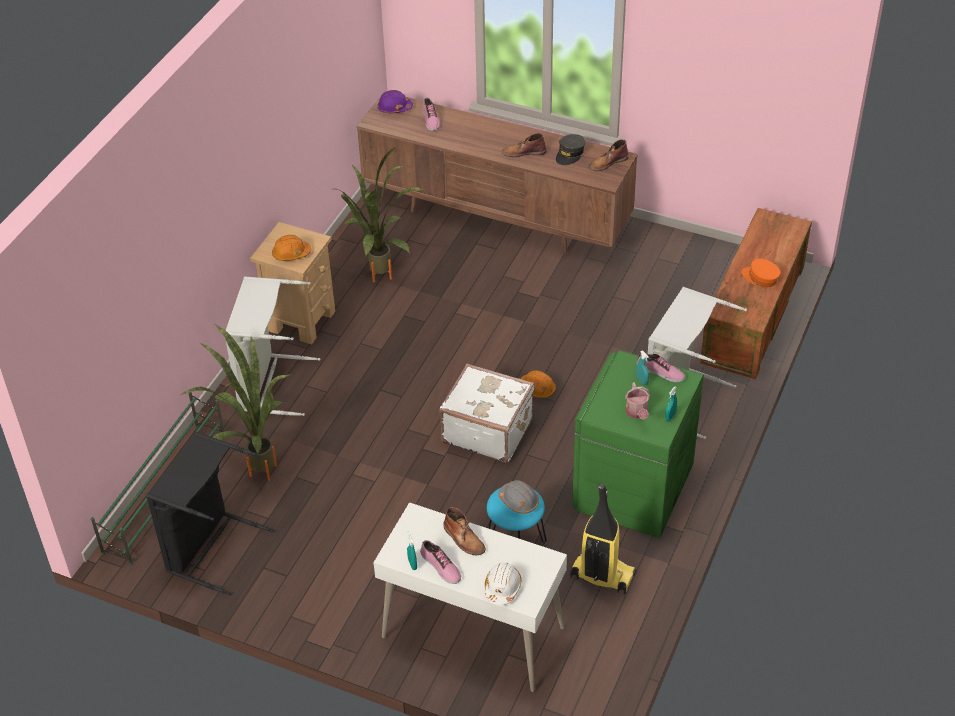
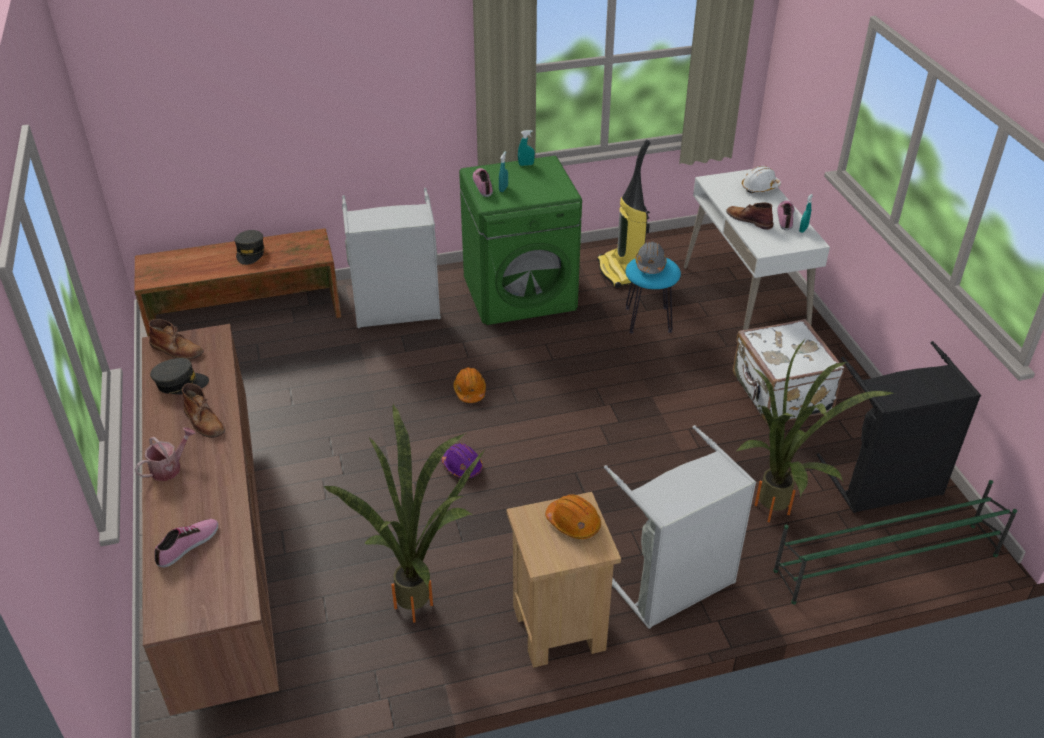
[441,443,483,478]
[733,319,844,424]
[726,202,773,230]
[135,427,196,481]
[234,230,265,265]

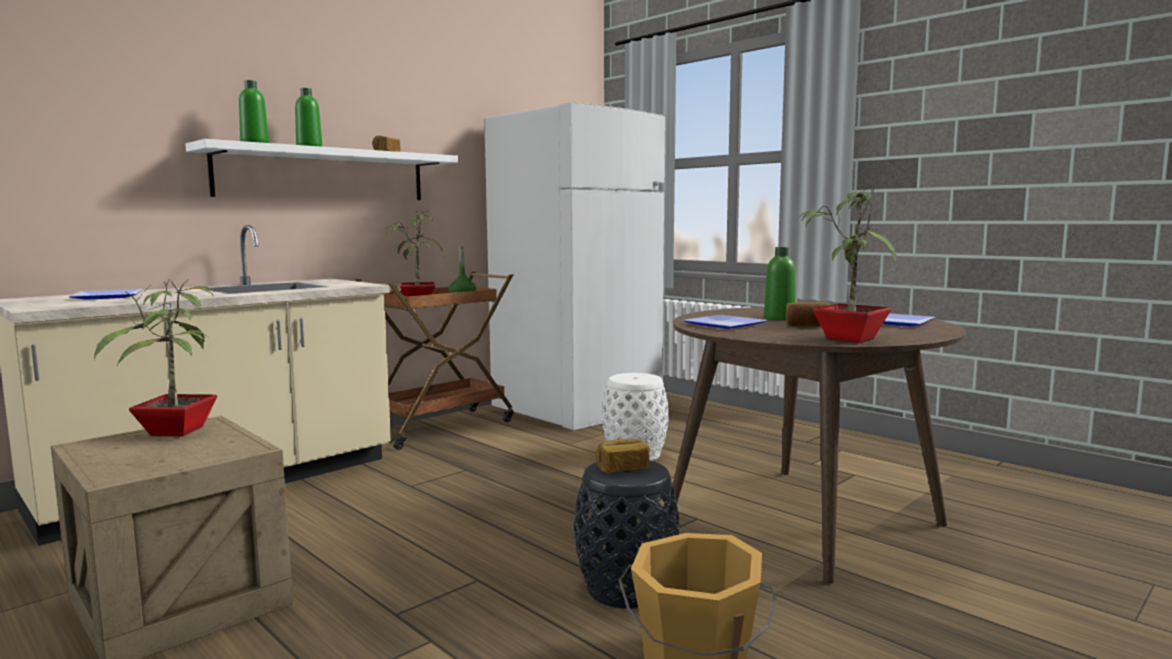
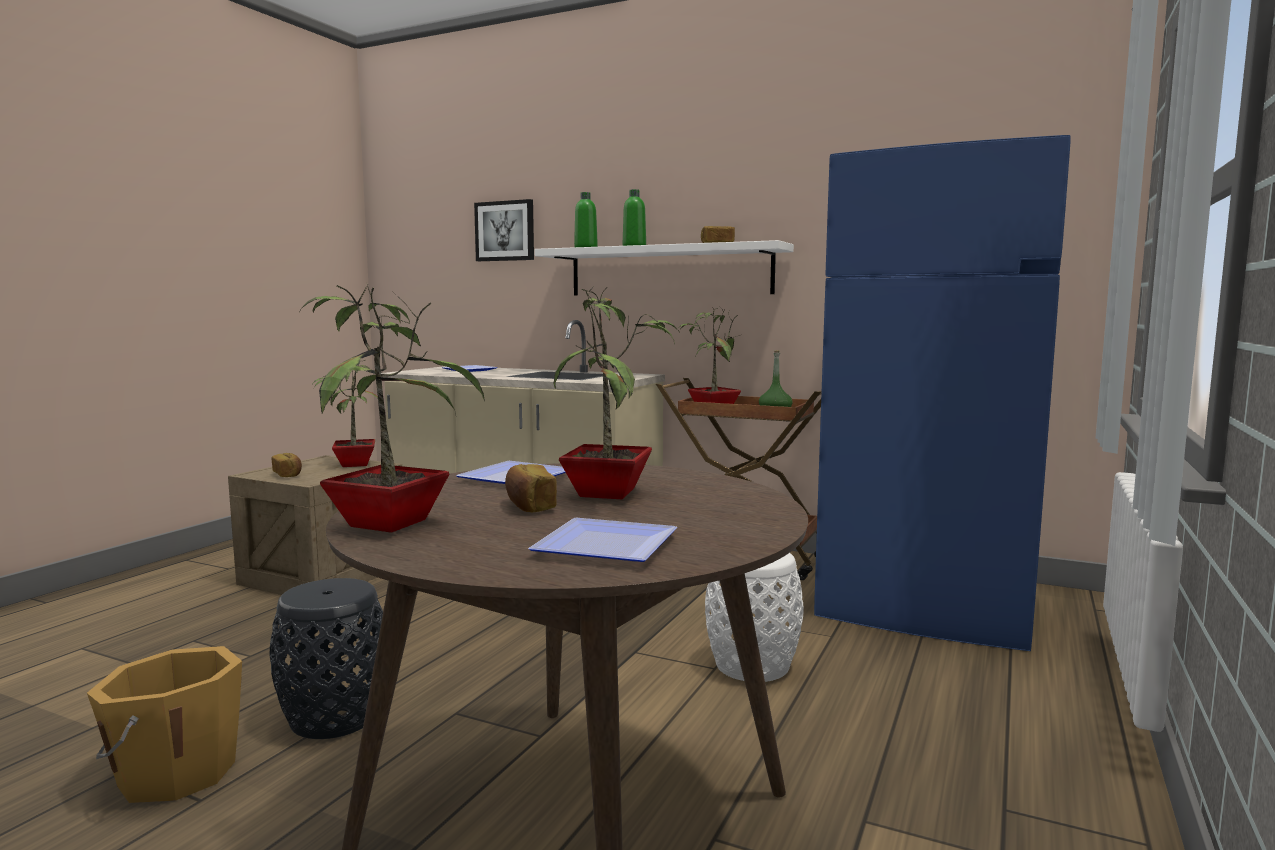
[814,135,1071,651]
[272,453,302,477]
[553,286,679,499]
[474,199,534,261]

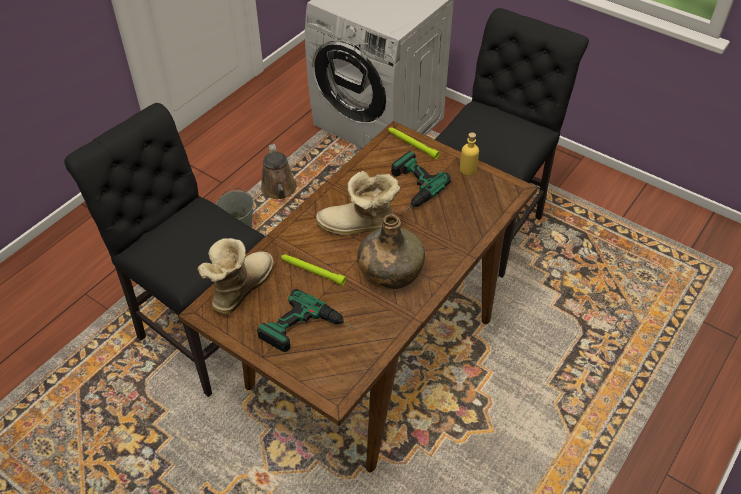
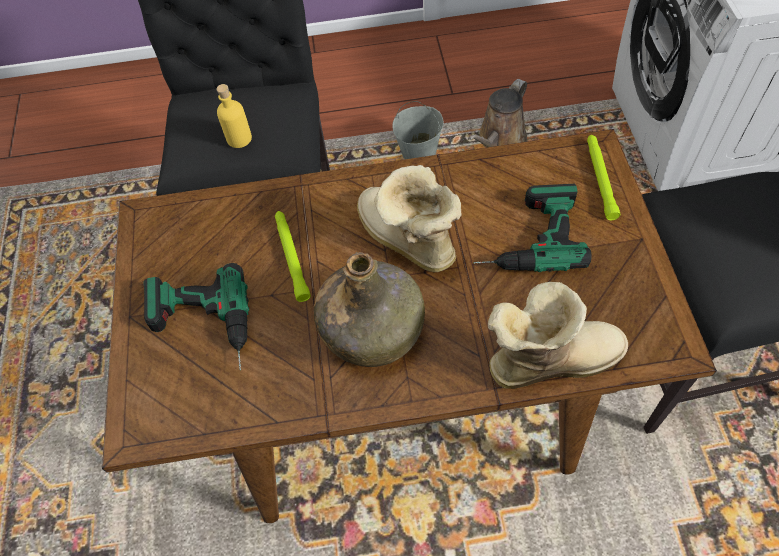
[488,282,628,389]
[217,84,252,148]

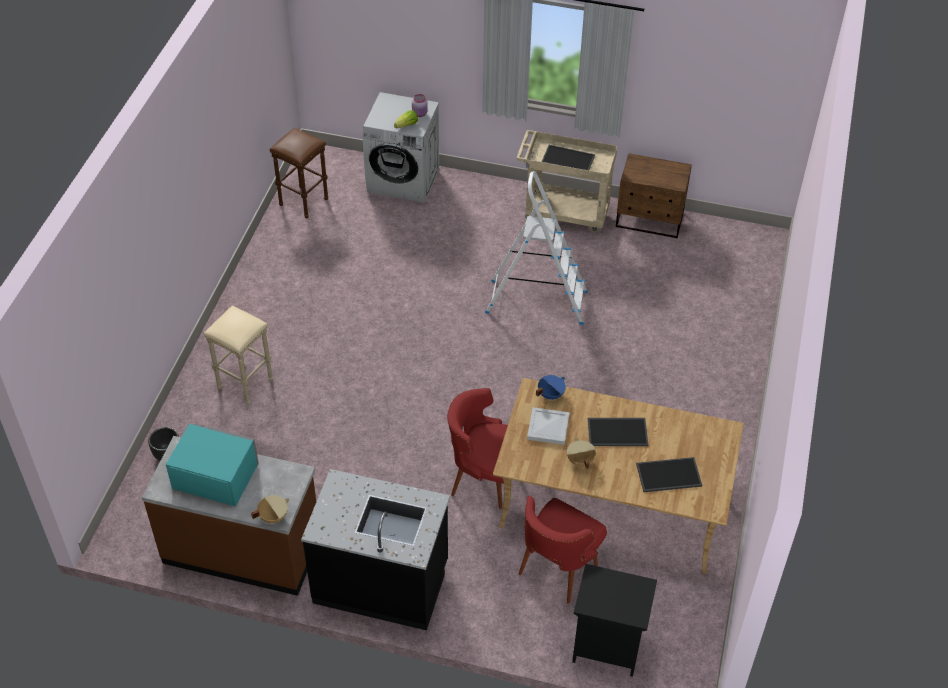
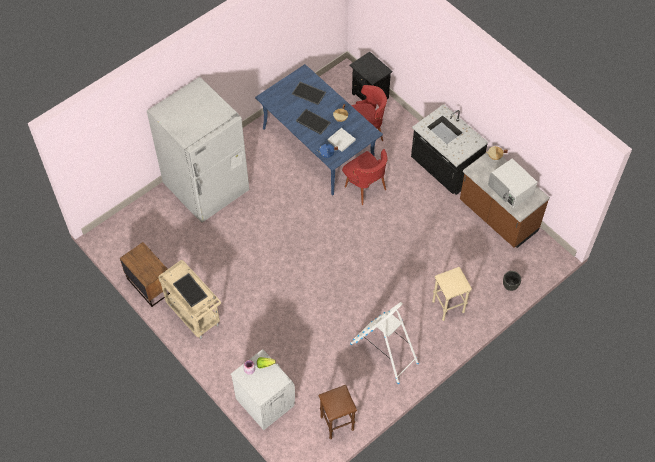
[488,158,537,208]
[350,302,419,384]
[255,64,383,196]
[147,77,249,222]

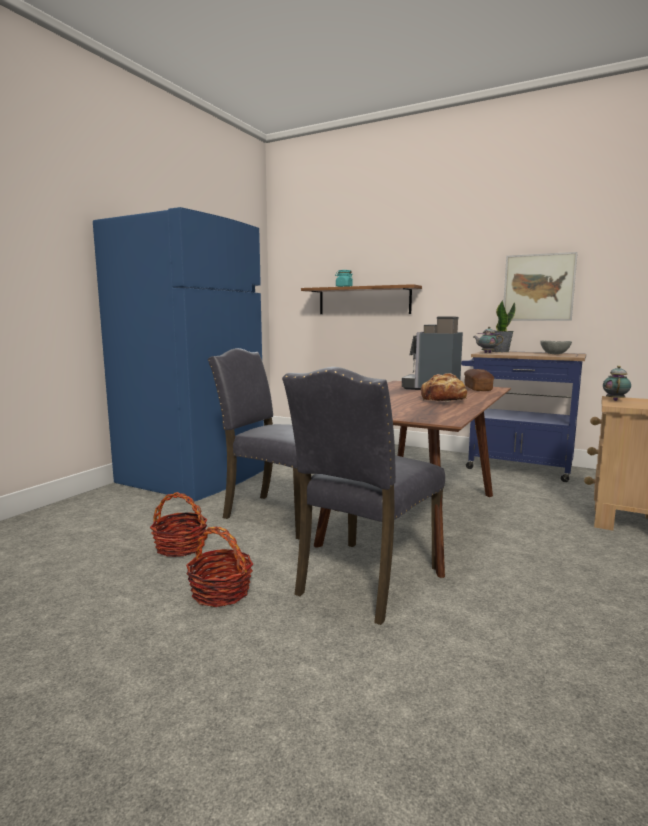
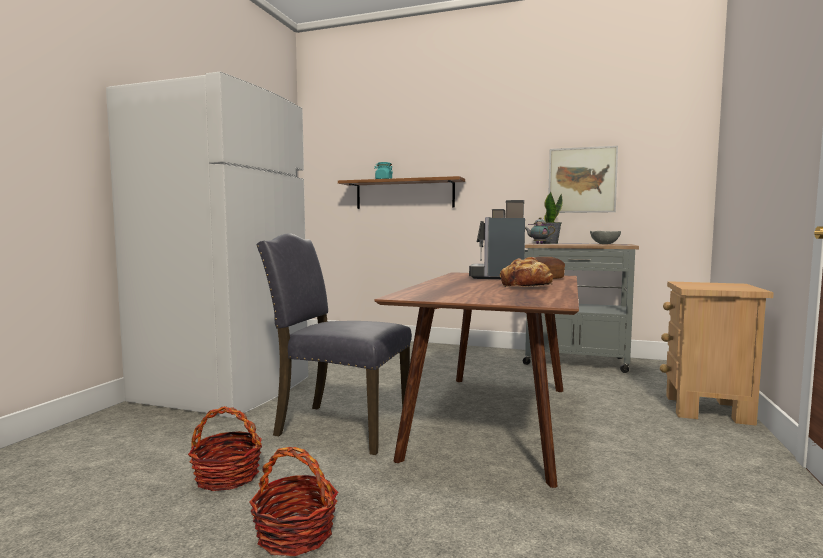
[106,72,308,418]
[282,367,445,625] (first image)
[523,243,639,373]
[603,366,631,401] (first image)

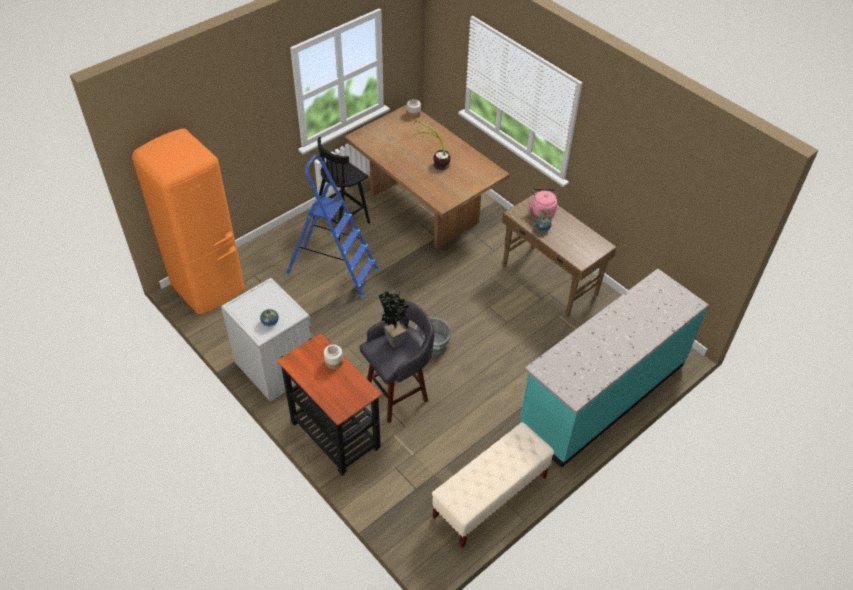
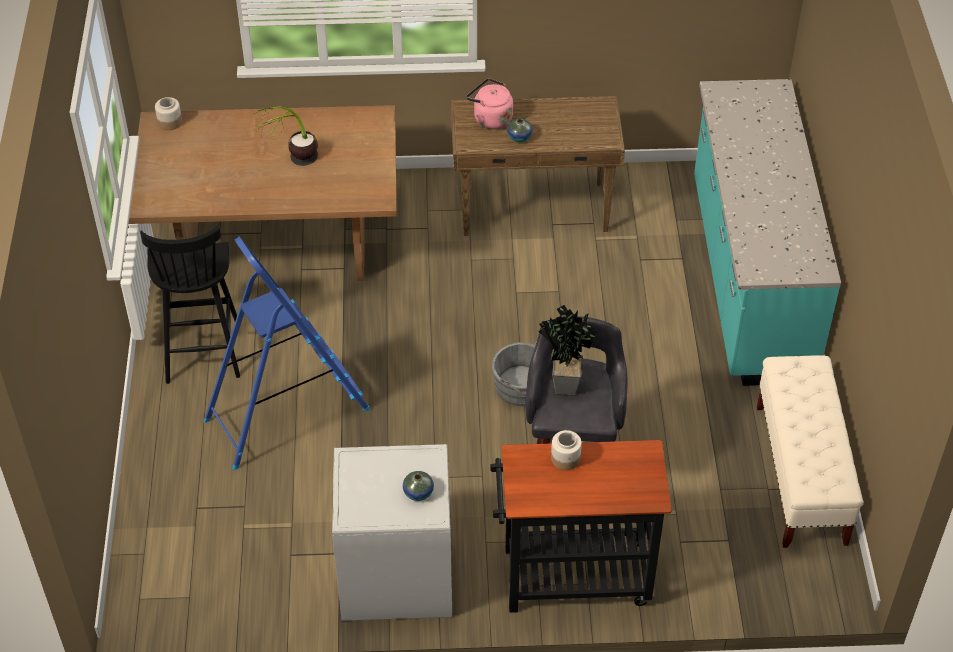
[132,129,245,314] (first image)

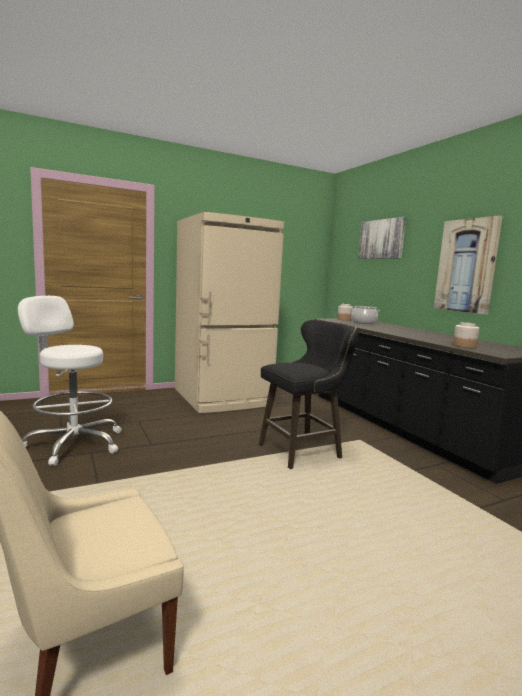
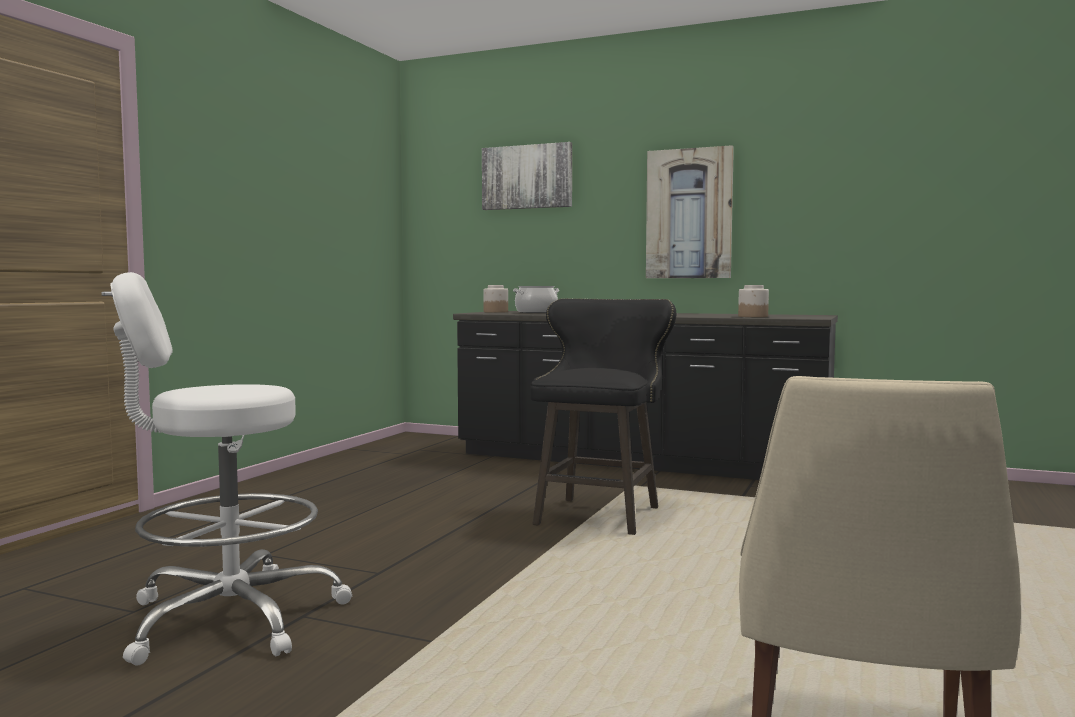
[175,212,284,413] (first image)

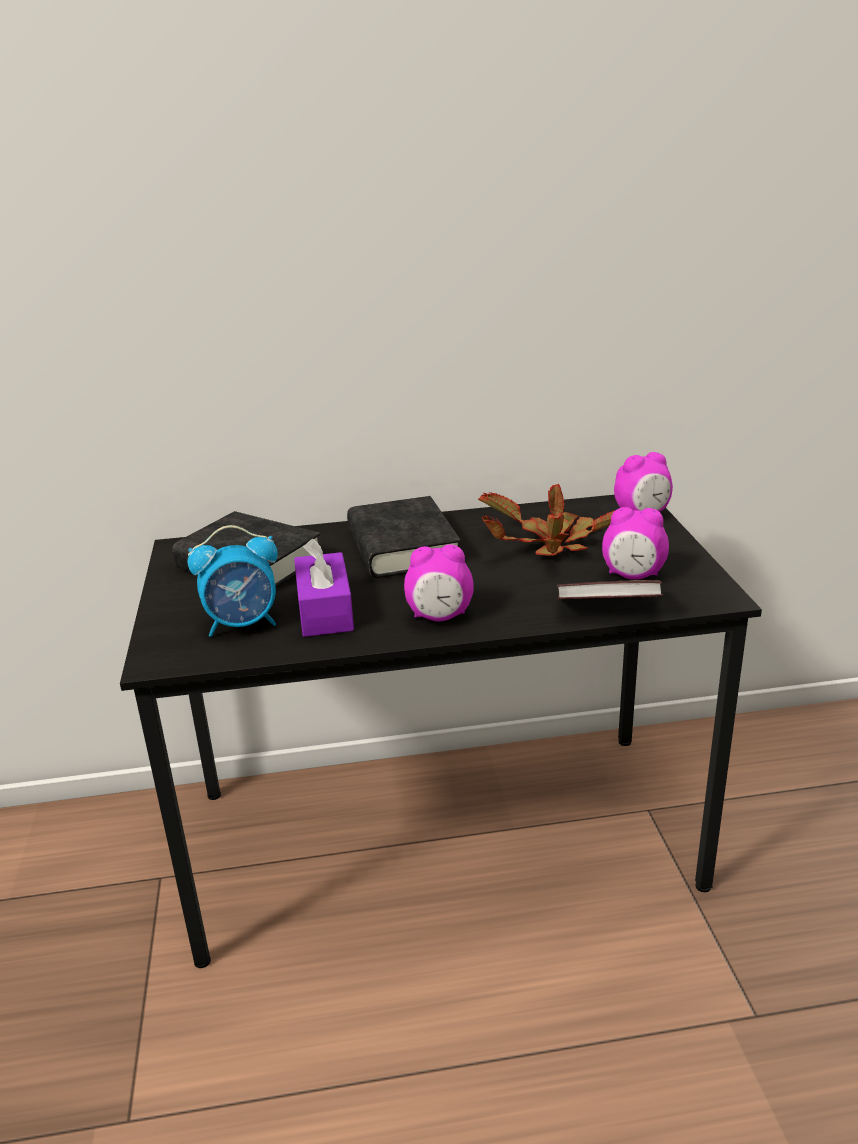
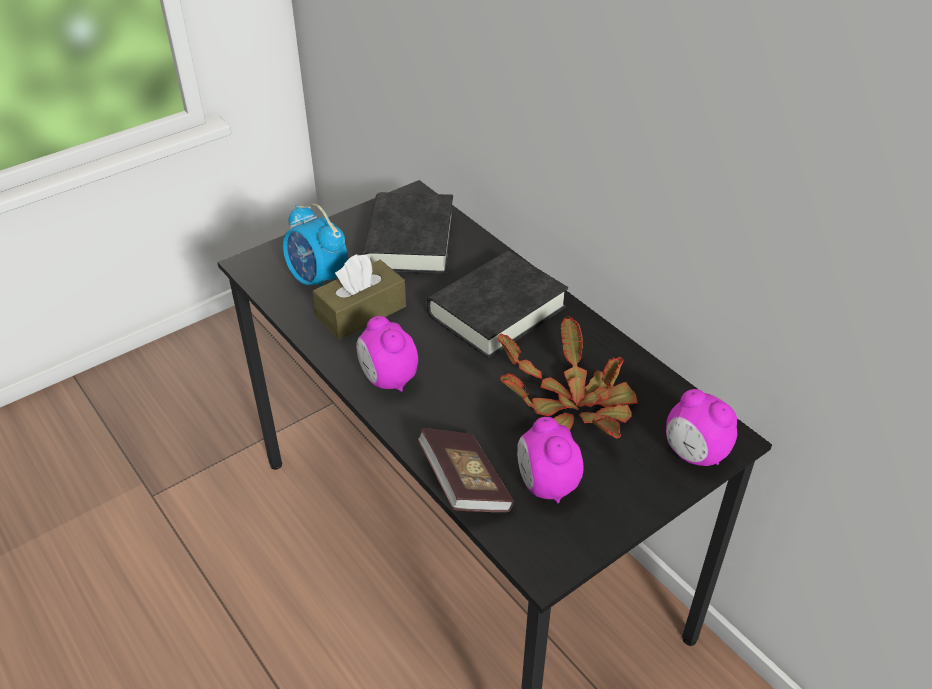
[313,254,406,340]

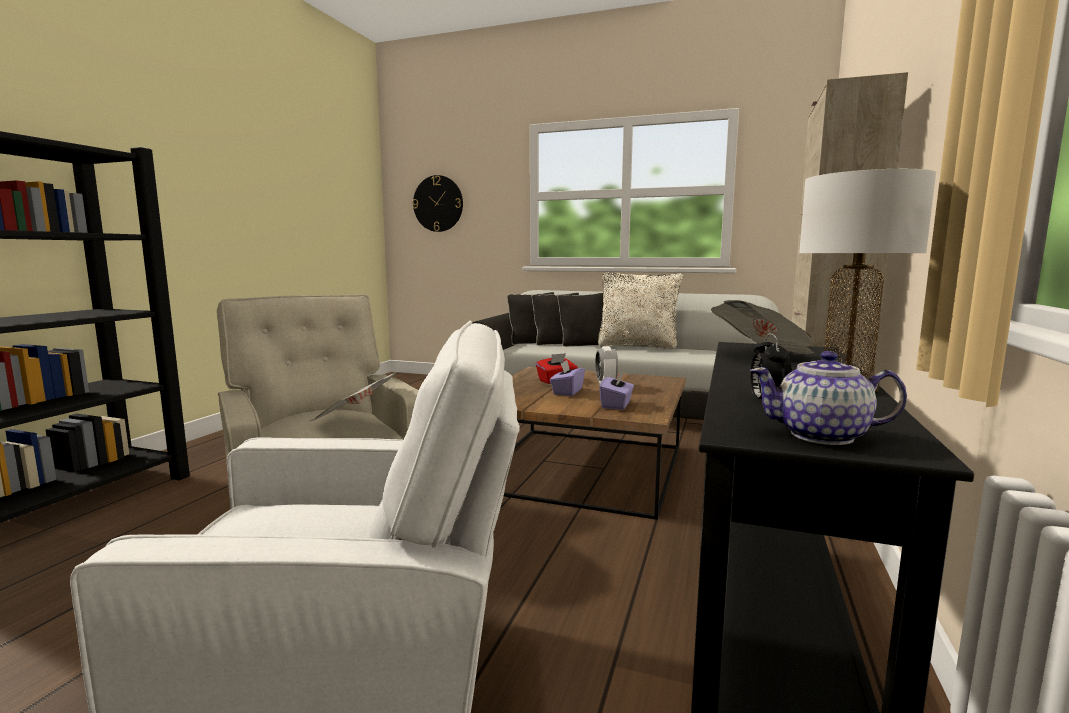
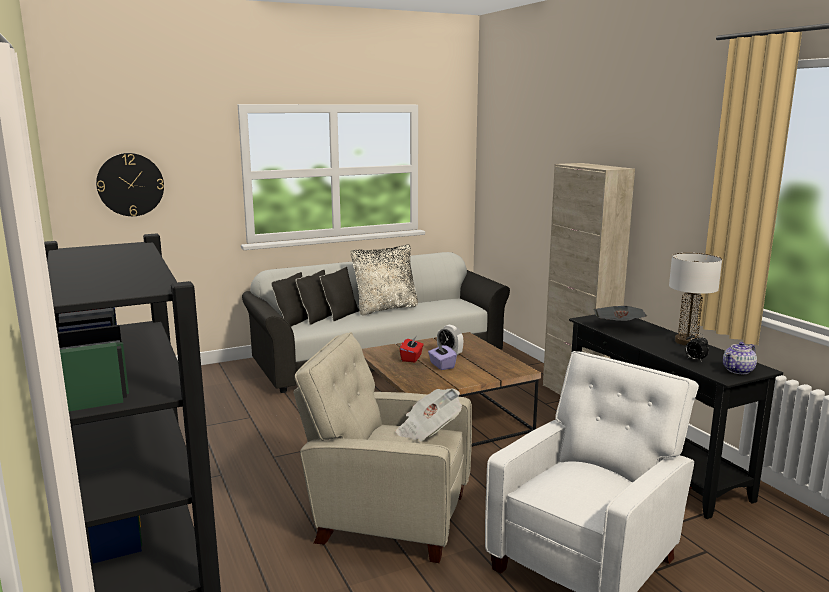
[599,372,634,410] (first image)

